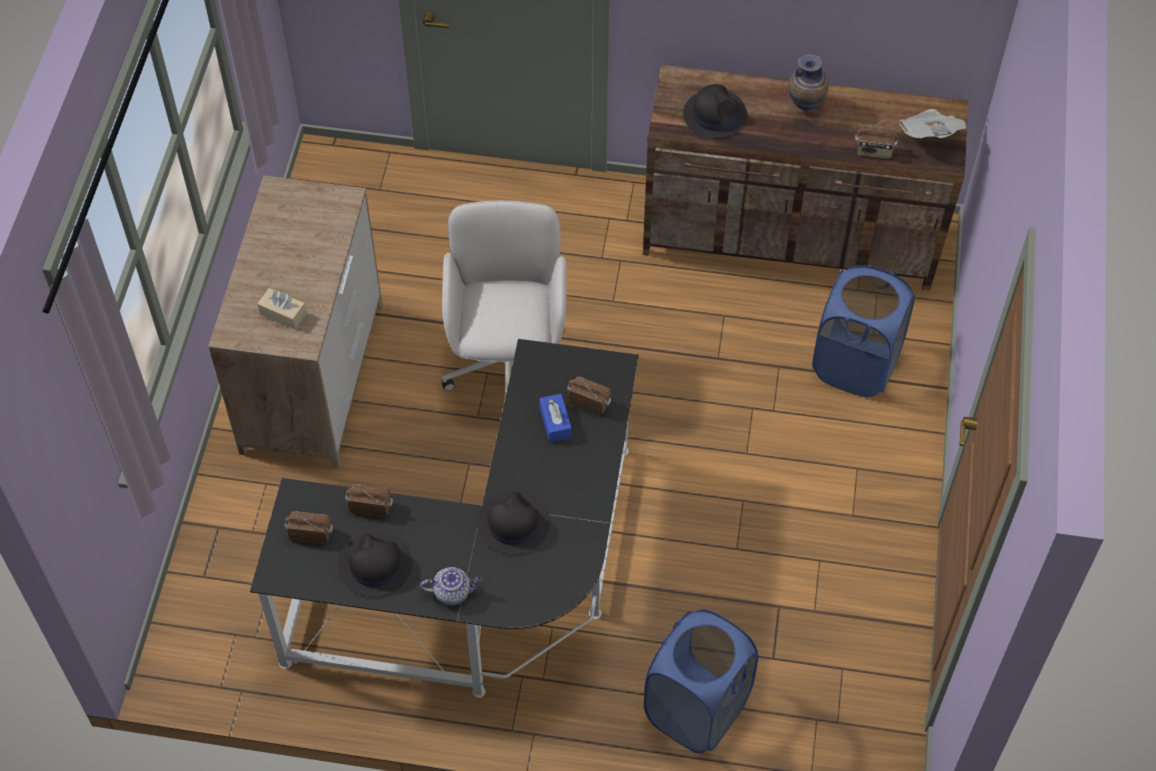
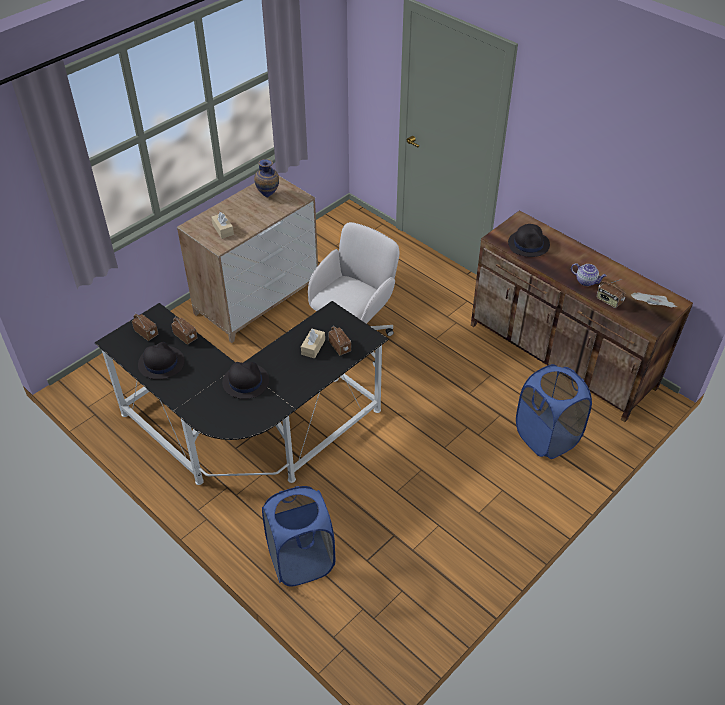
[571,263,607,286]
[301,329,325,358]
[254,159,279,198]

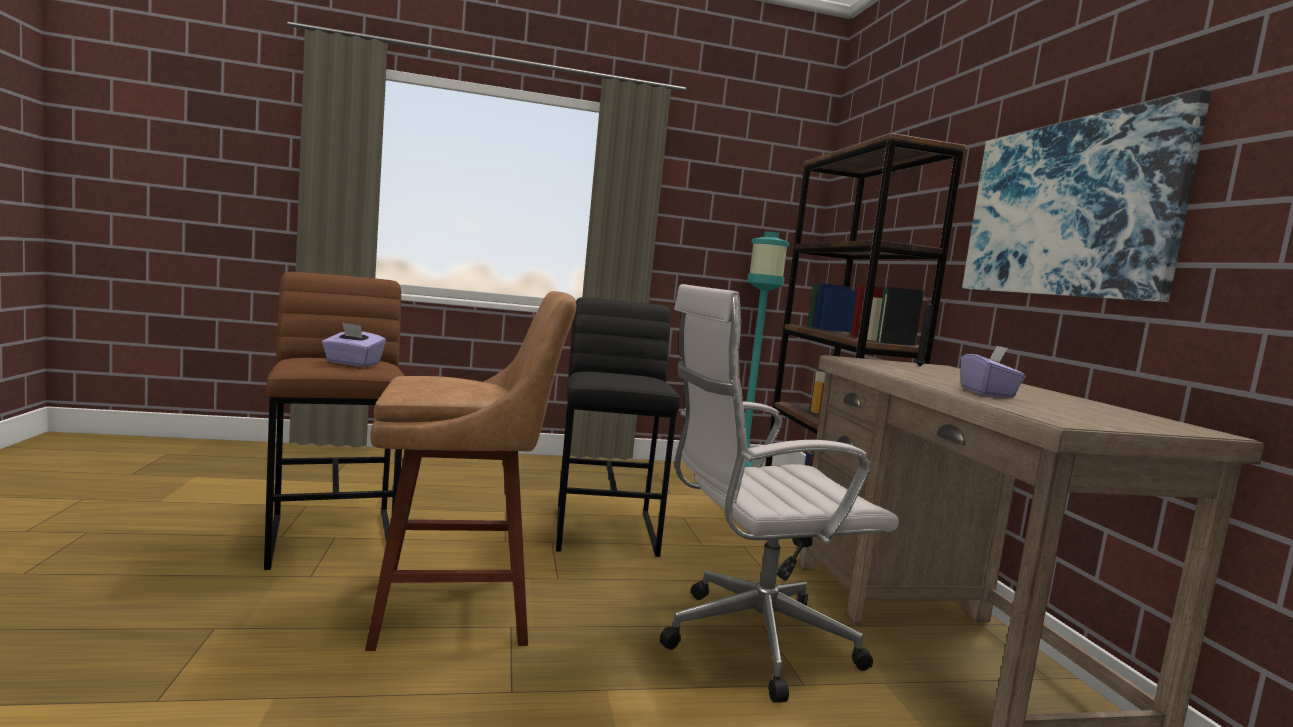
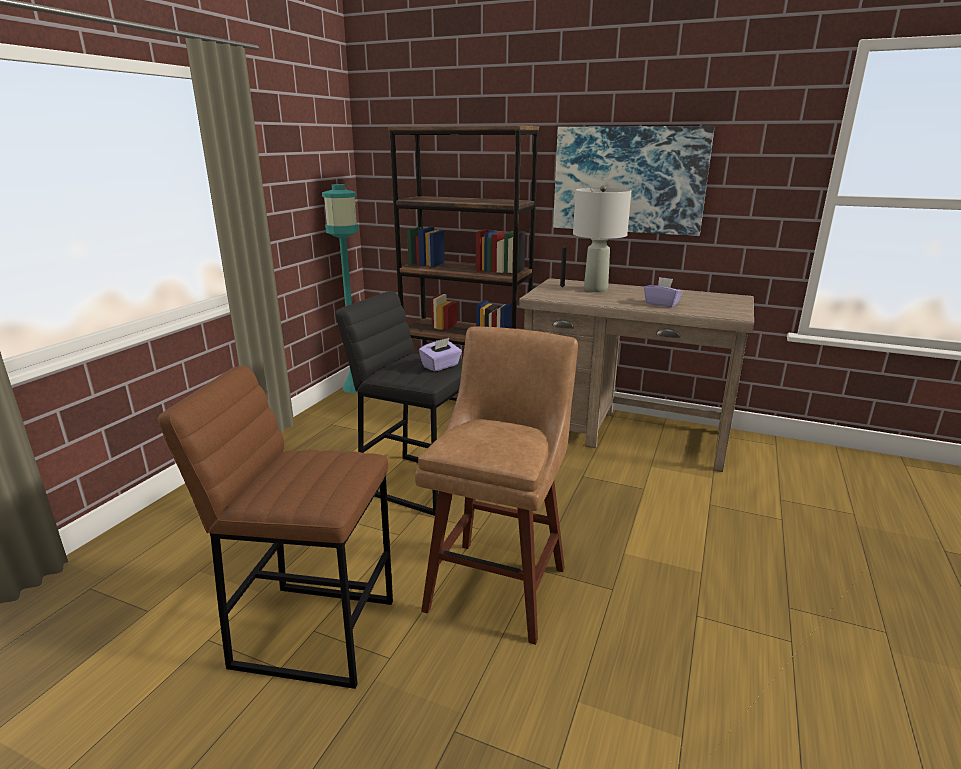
[419,338,462,372]
[660,284,899,703] (first image)
[573,185,631,292]

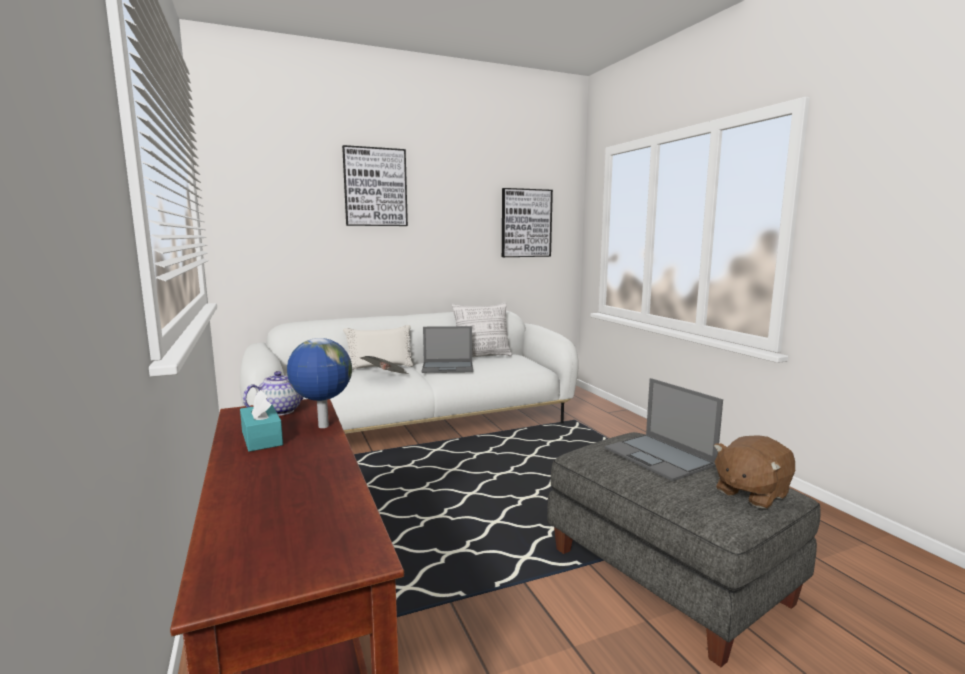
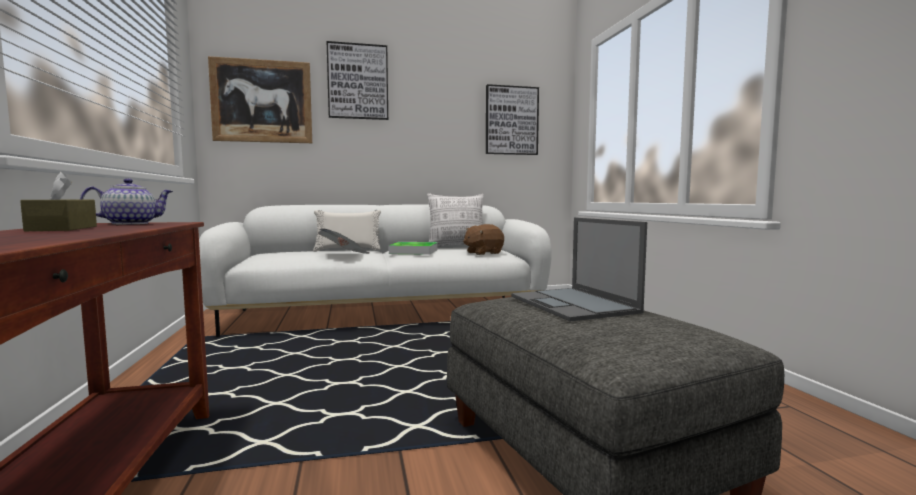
[20,171,97,231]
[287,338,352,428] (first image)
[389,242,438,255]
[463,224,504,255]
[208,56,312,143]

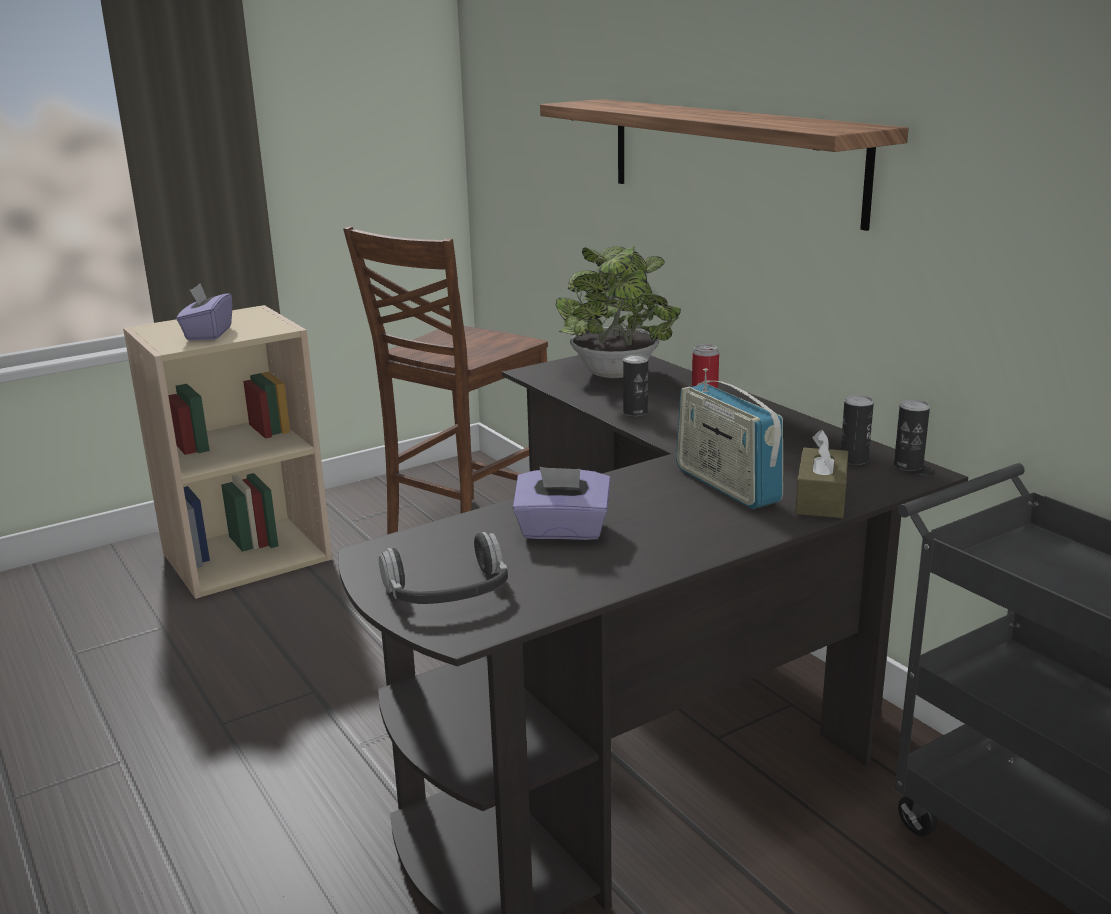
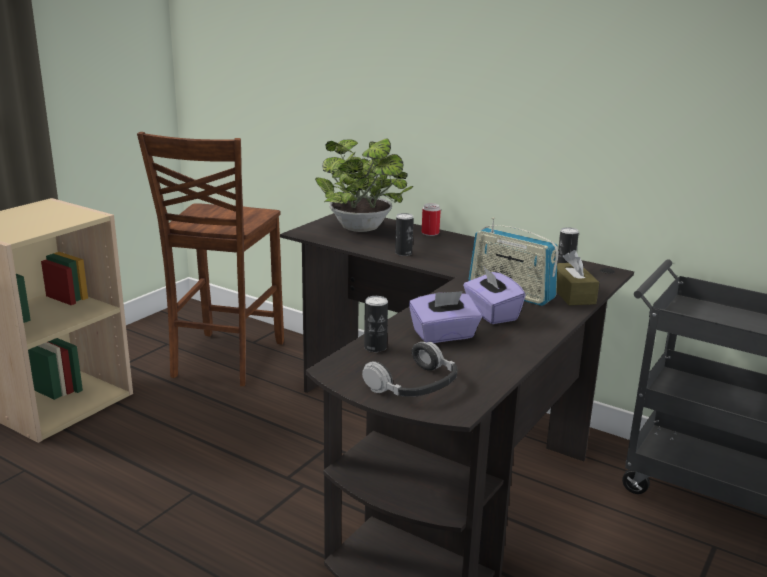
[463,267,526,324]
[540,99,909,231] (first image)
[364,296,388,352]

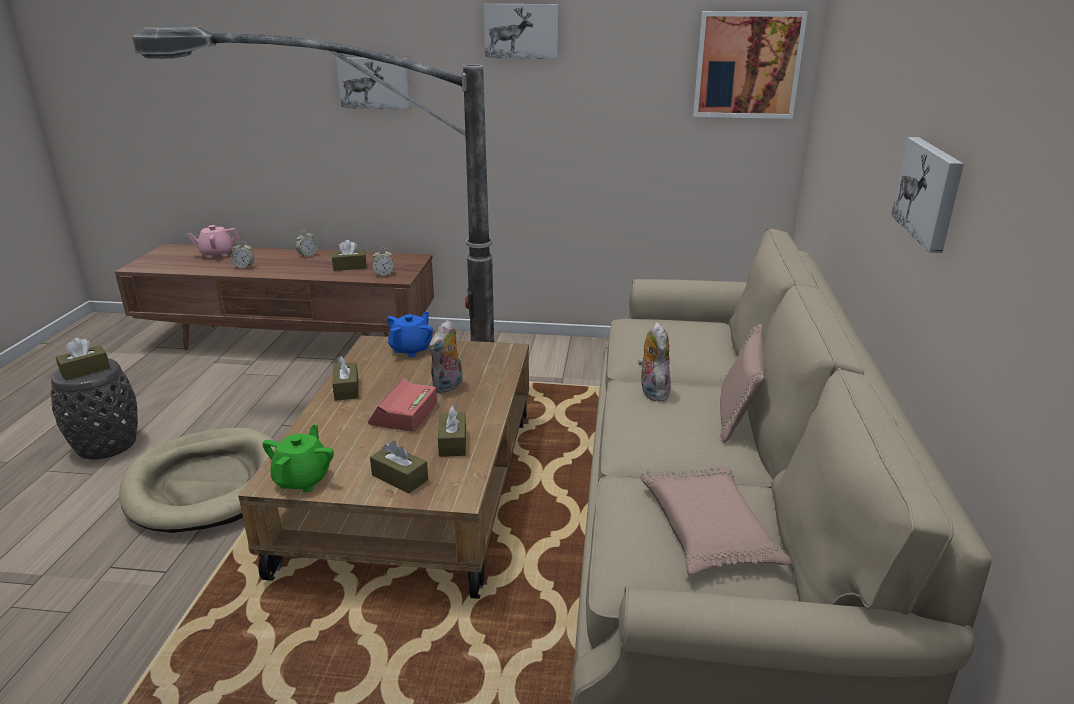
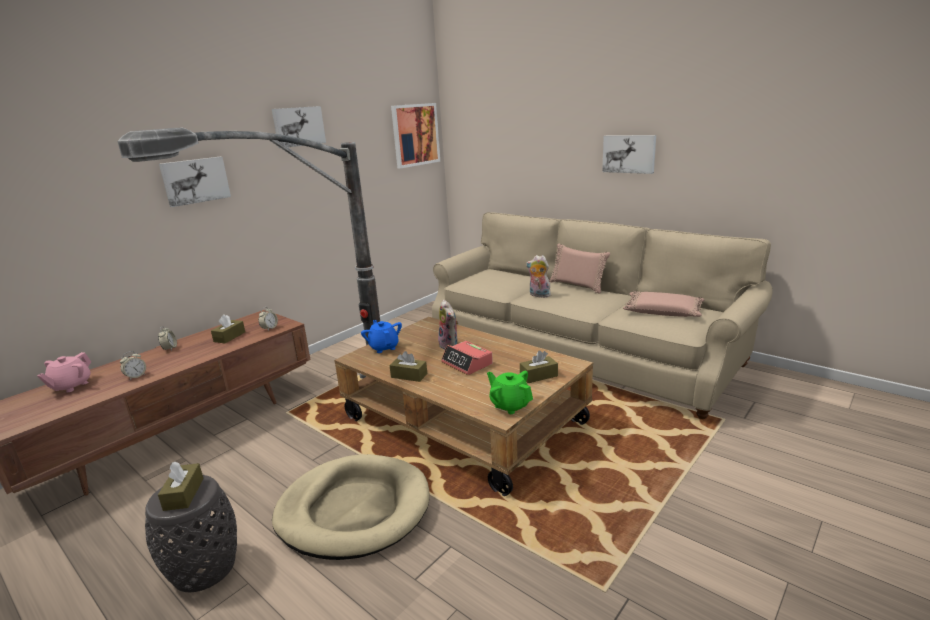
[438,405,466,457] (first image)

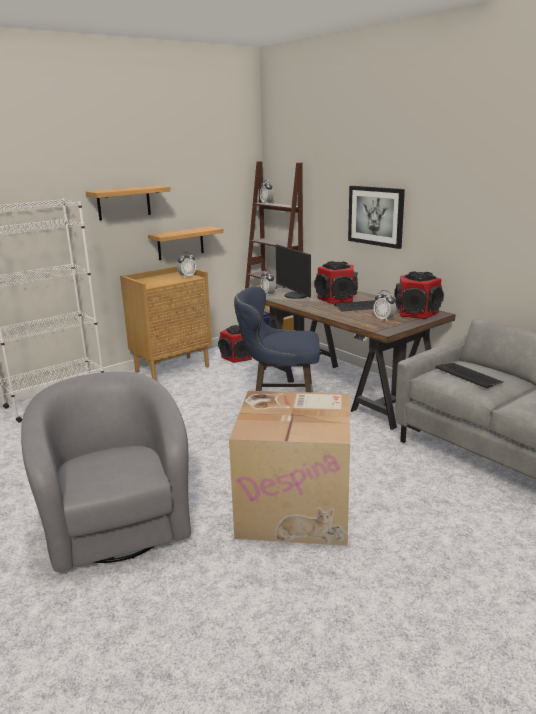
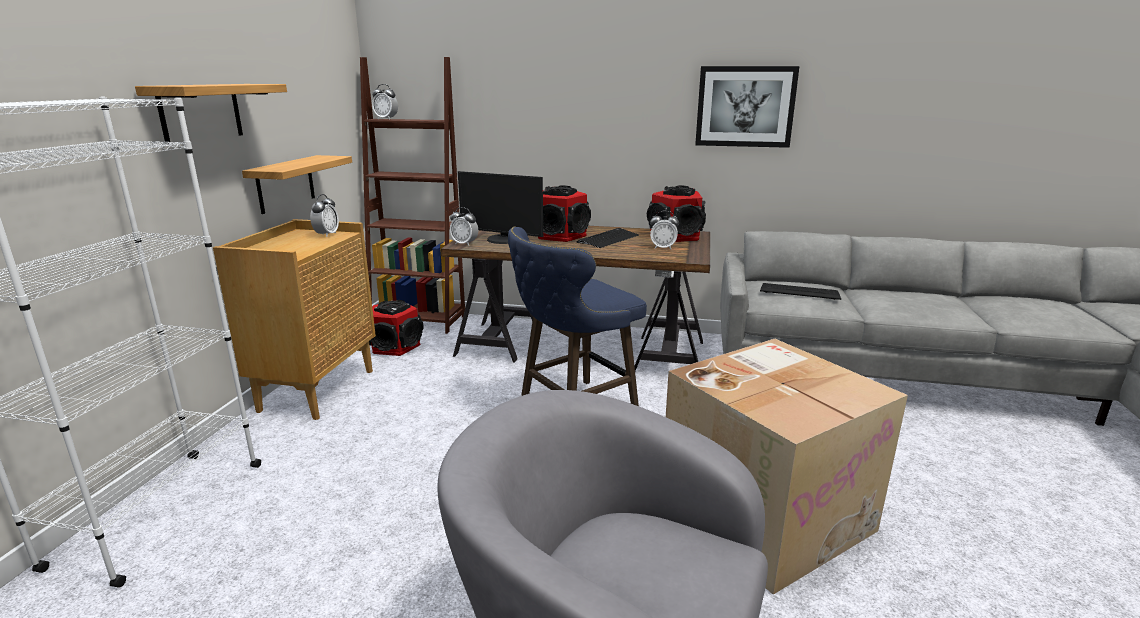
[695,66,800,148]

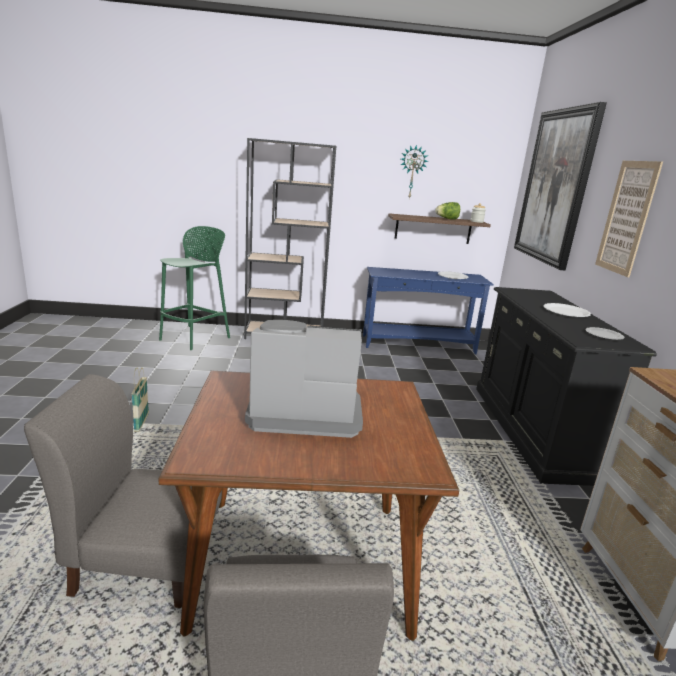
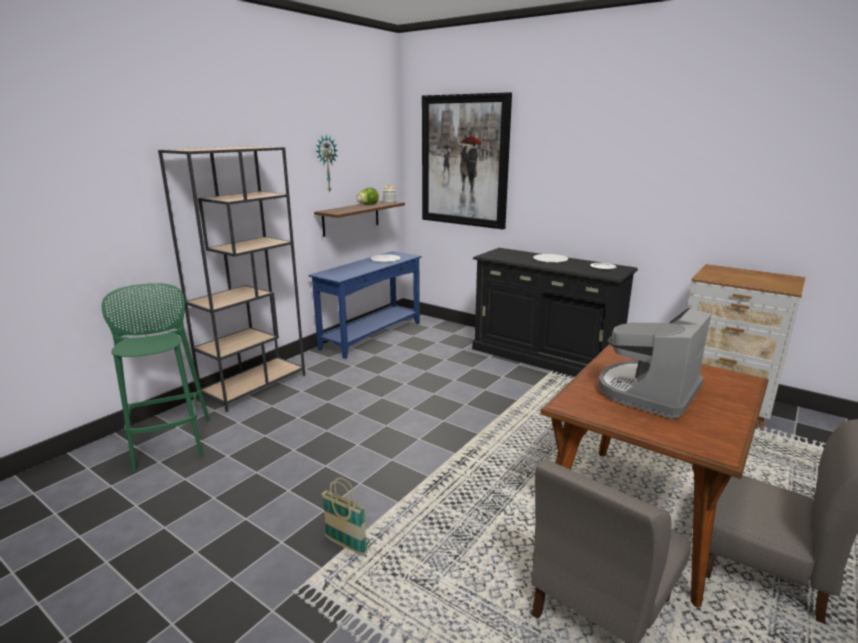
[595,161,663,277] (first image)

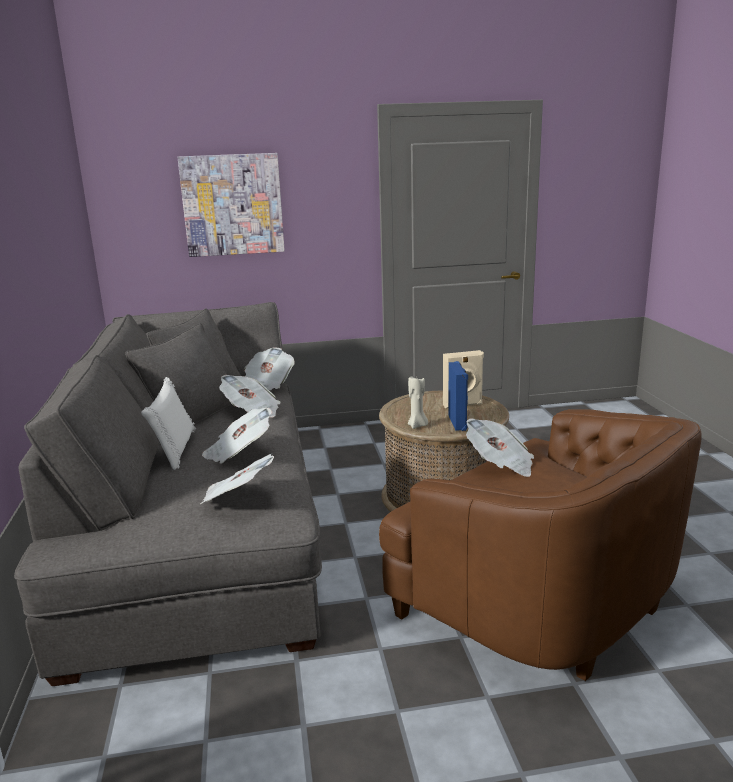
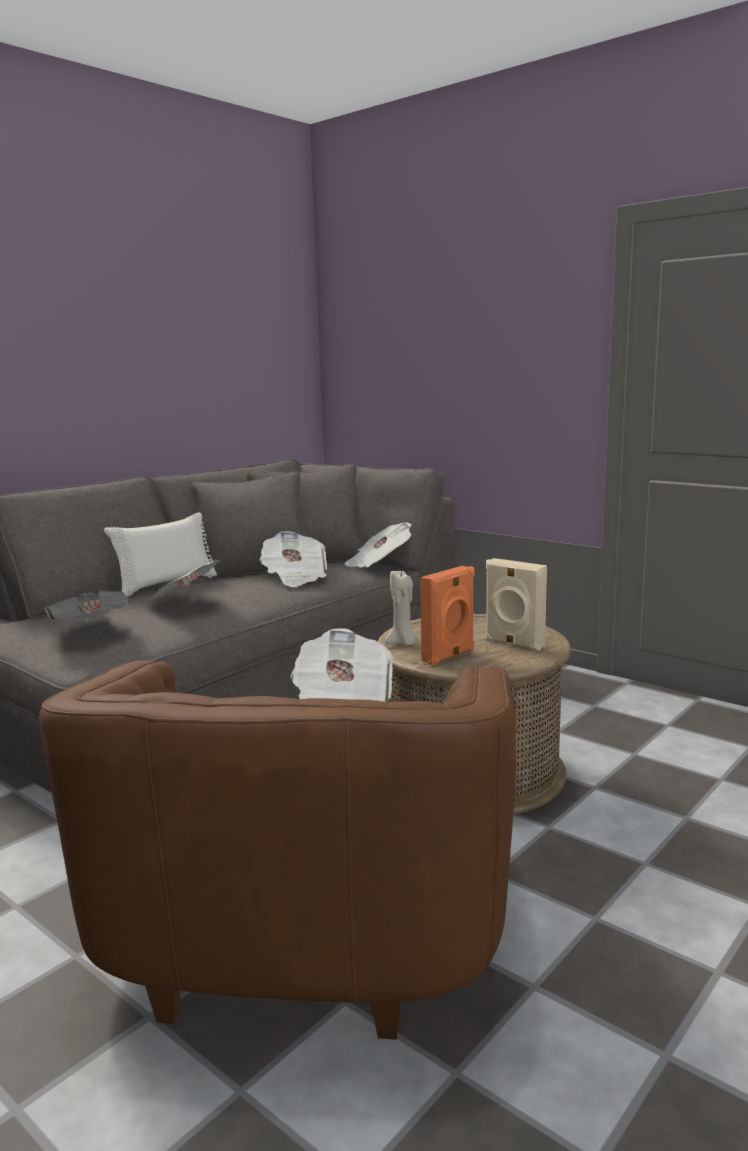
[177,153,285,257] (first image)
[420,566,474,666]

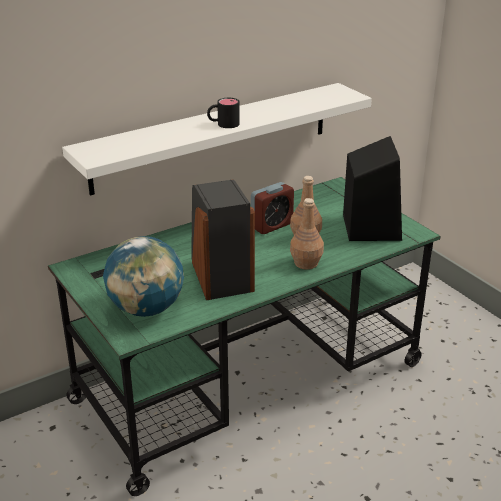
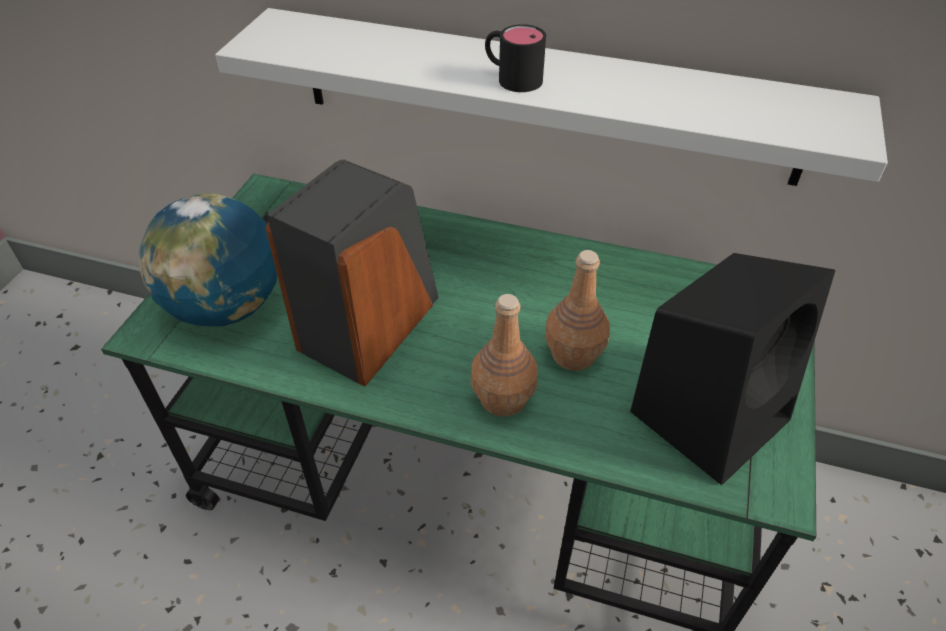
[251,182,294,234] (first image)

